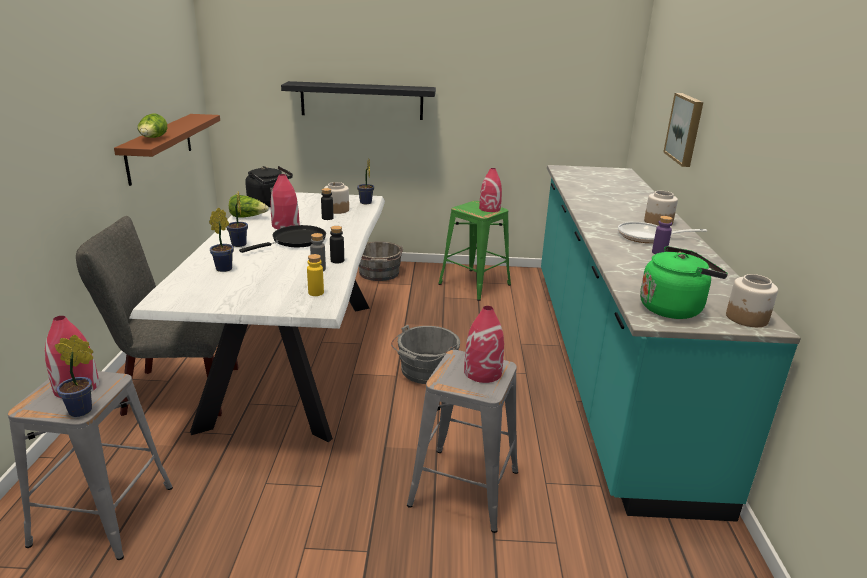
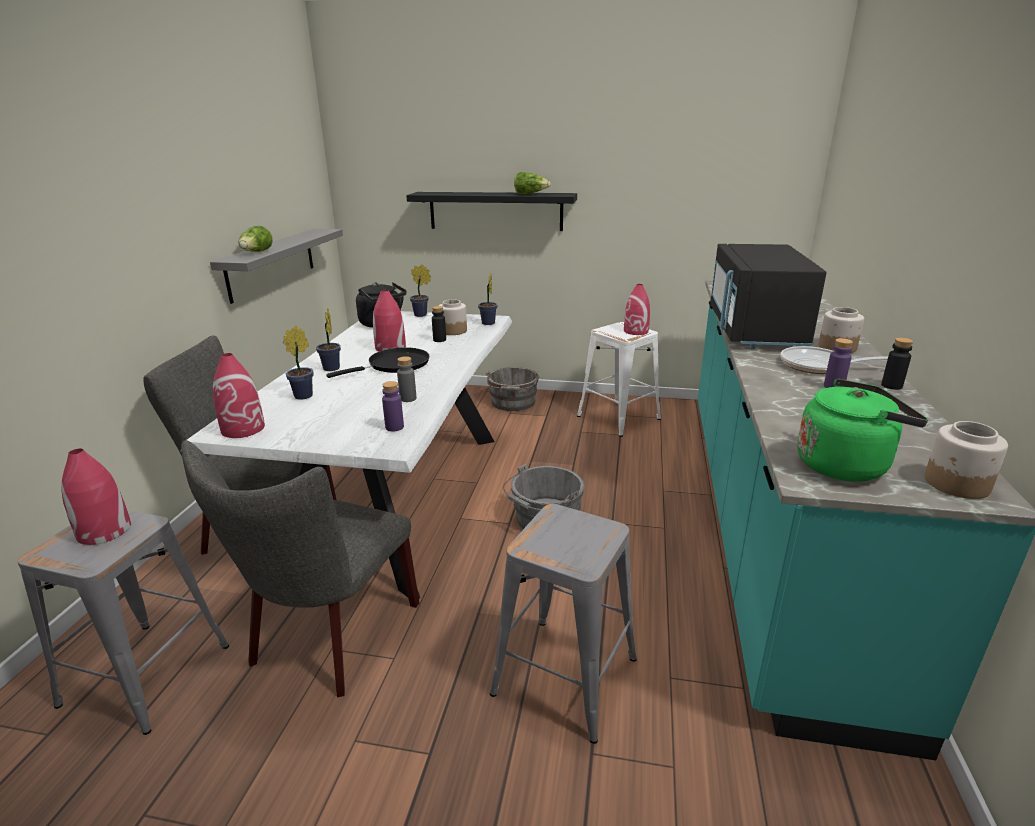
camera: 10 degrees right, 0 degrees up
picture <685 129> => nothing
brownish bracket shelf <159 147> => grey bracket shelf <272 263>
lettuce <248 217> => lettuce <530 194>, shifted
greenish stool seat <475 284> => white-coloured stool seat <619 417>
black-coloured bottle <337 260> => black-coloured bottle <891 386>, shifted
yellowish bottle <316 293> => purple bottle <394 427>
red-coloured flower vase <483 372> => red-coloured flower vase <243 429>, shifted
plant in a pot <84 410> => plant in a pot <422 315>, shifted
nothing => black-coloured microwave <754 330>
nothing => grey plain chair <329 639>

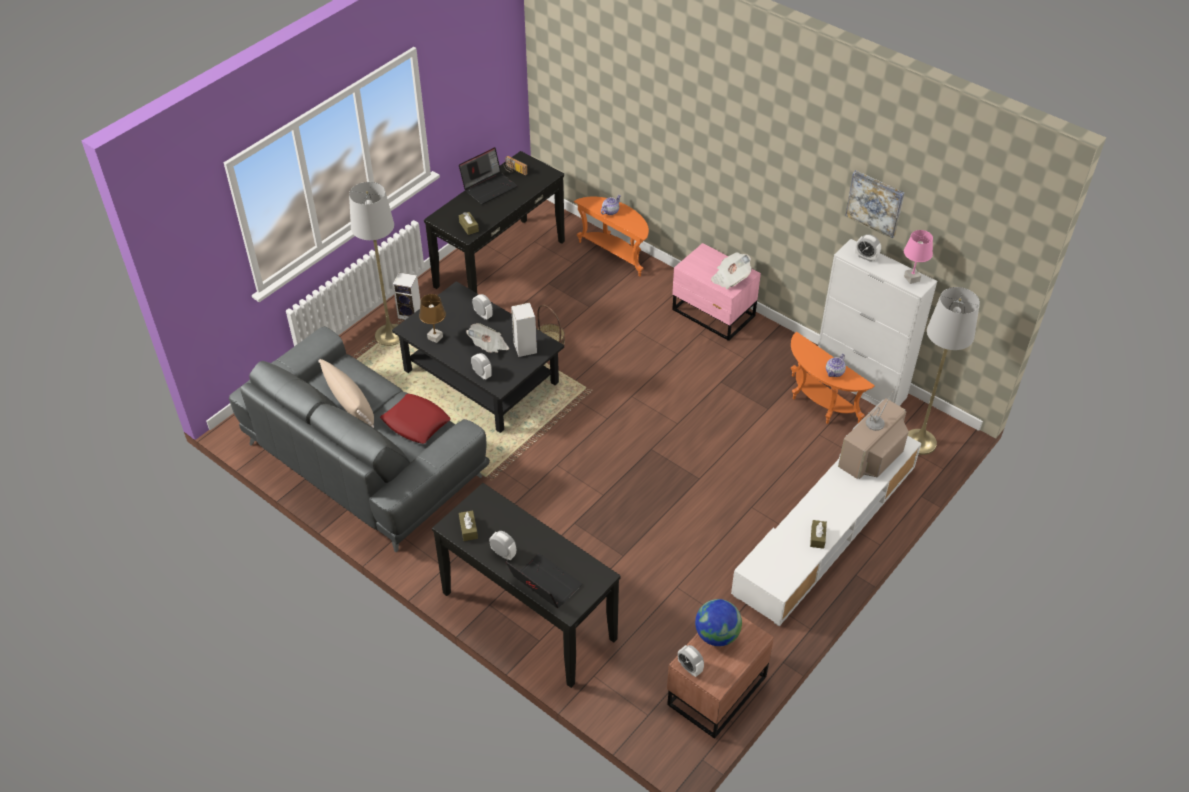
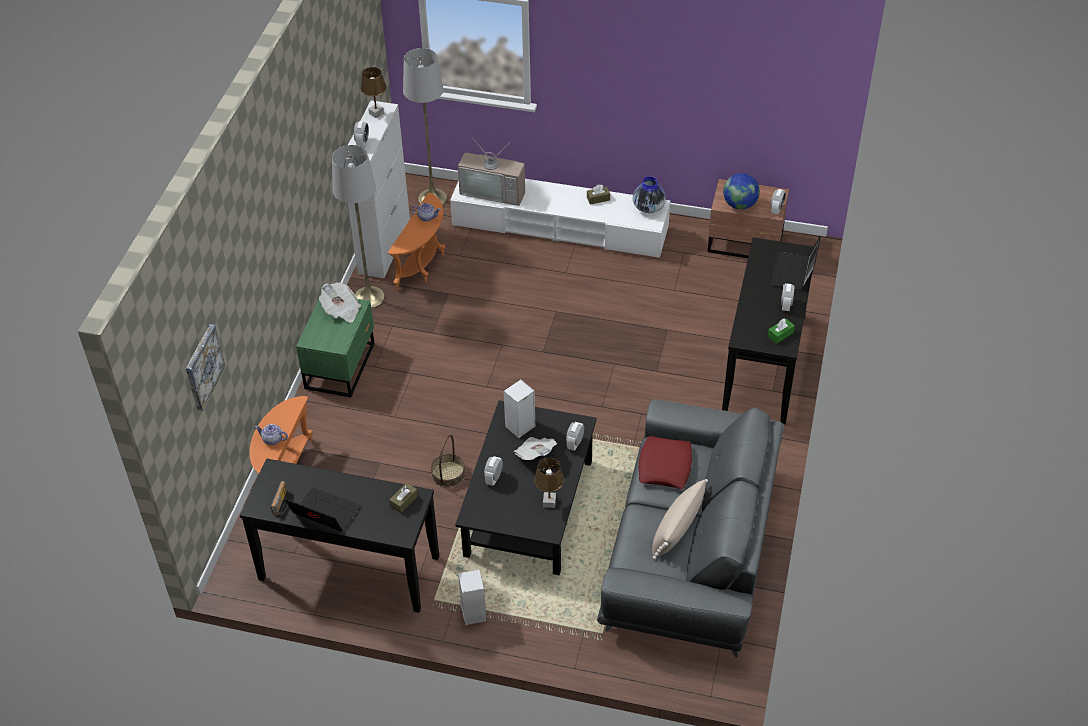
camera: 115 degrees left, 0 degrees up
picture <875 203> => picture <203 366>, shifted
grey floor lamp <390 335> => grey floor lamp <369 297>, shifted
pink-coloured lamp for a table <912 278> => brownish lamp for a table <376 113>
pink-coloured night table <713 314> => greenish night table <342 365>
brownish tissue holder <468 529> => greenish tissue holder <780 334>
nothing => flower vase <648 207>

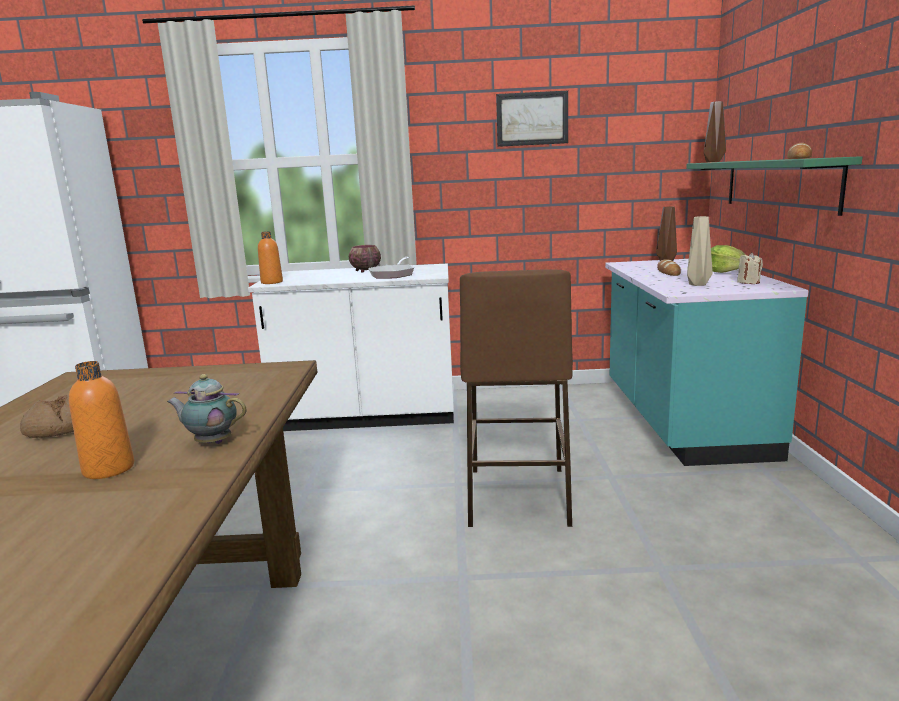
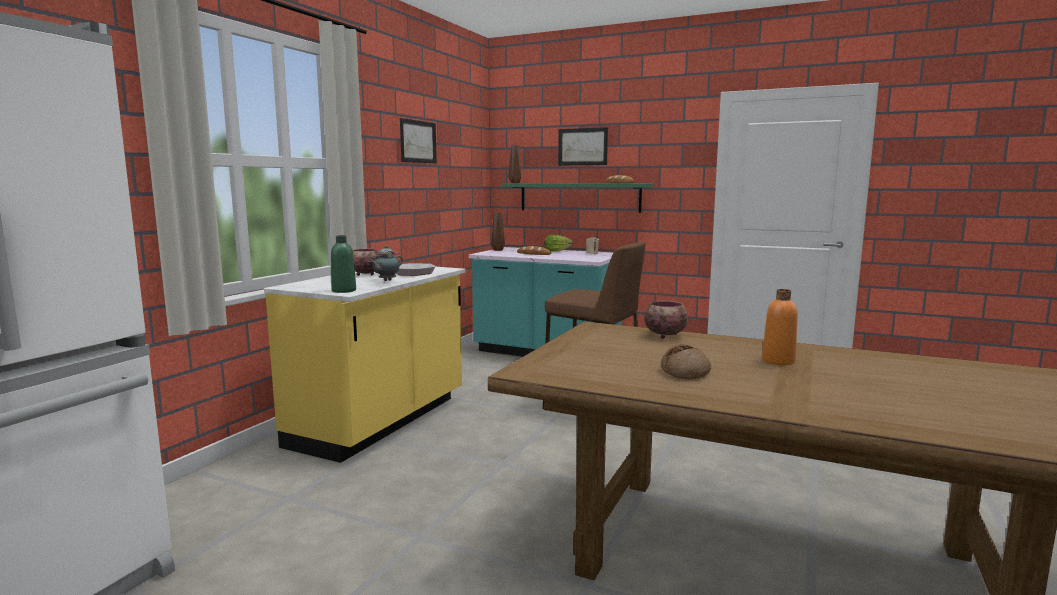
camera: 65 degrees left, 5 degrees down
beige flower vase <698 284> => nothing
orangey bottle <272 282> => greenish bottle <344 291>
white-coloured kitchen counter <367 417> => yellowish kitchen counter <381 422>
pot for tea <211 442> => pot for tea <386 281>, shifted
nothing => picture <582 146>
nothing => bowl <666 335>

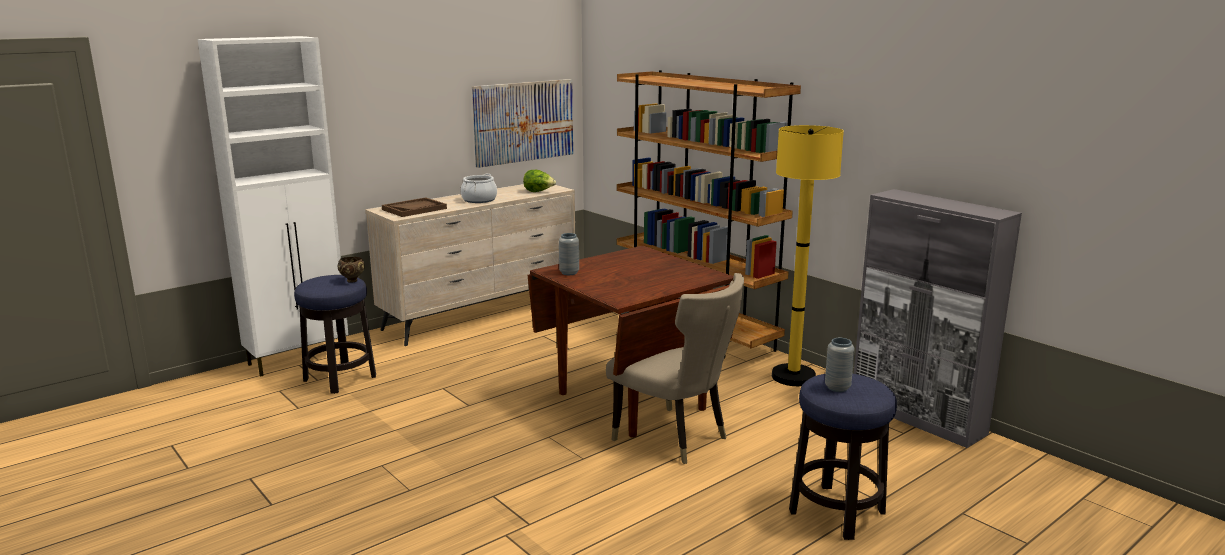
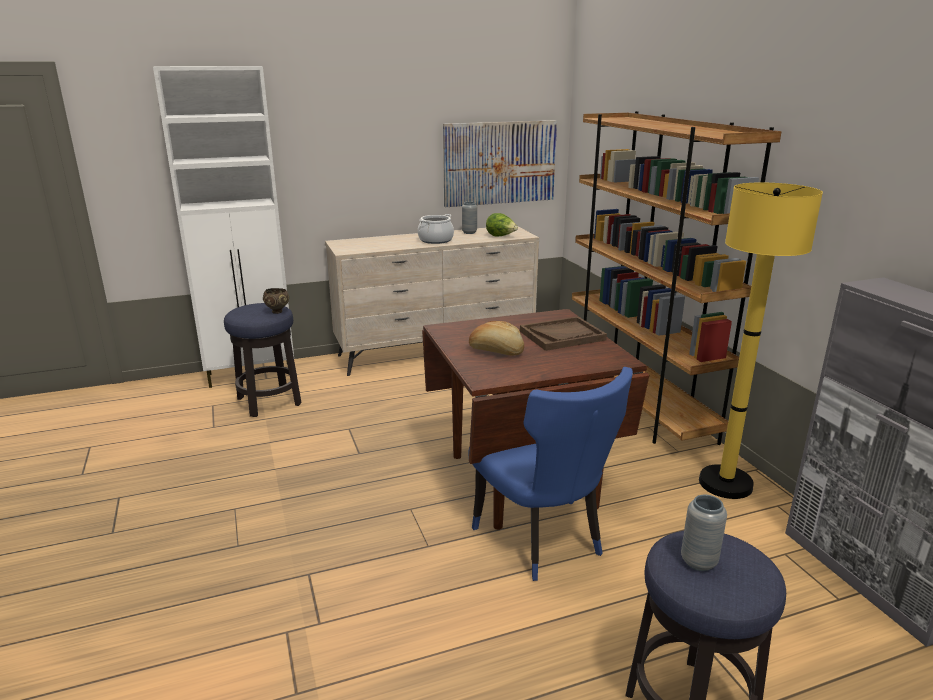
camera: 20 degrees right, 5 degrees up
brownish serving tray <414 209> => brownish serving tray <562 335>, shifted
grey flower vase <569 273> => grey flower vase <469 232>, shifted
beige plain chair <675 438> => bluish plain chair <543 541>
nothing => baked bread <496 351>

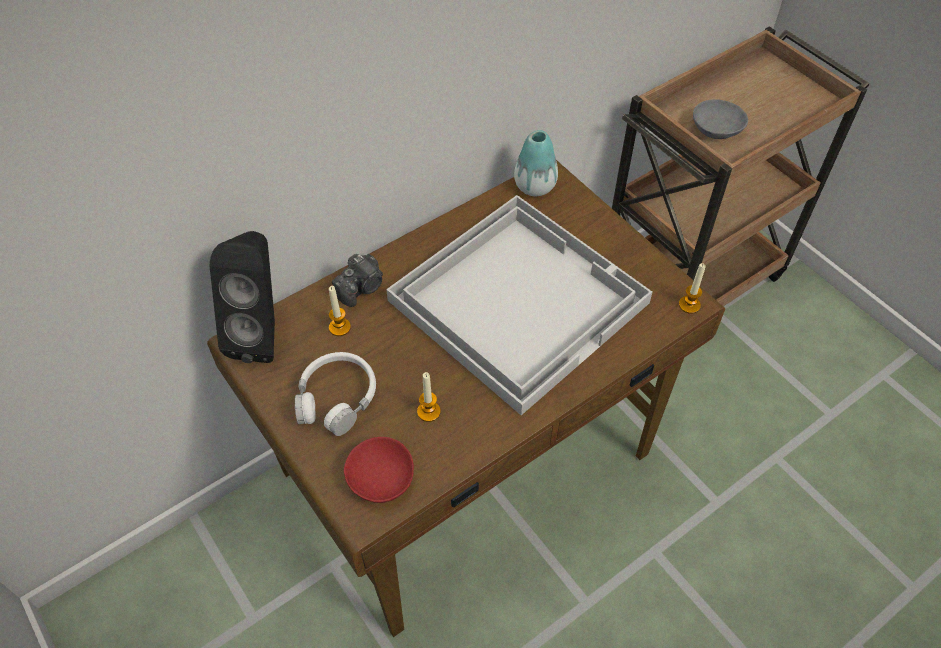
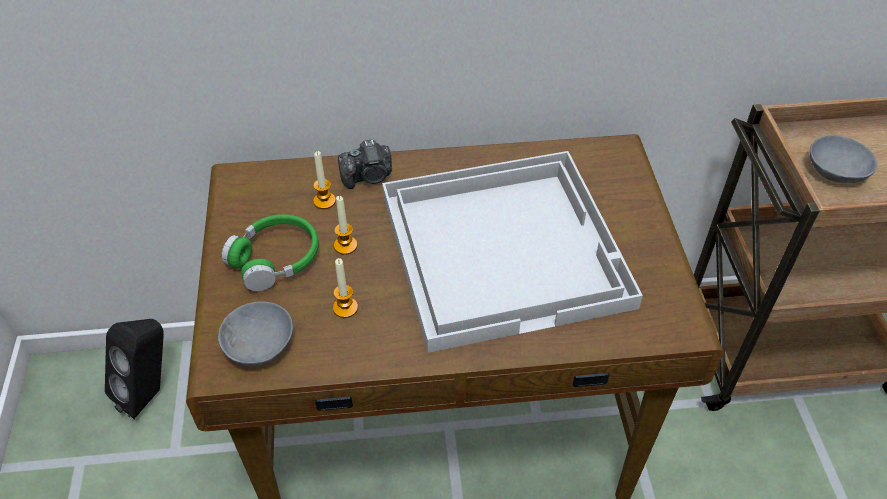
camera: 30 degrees right, 5 degrees down
flower vase <535 186> => nothing
black-coloured speaker <262 334> => black-coloured speaker <150 392>, shifted
wax candle <689 305> => wax candle <345 245>, shifted
white-coloured headset <336 398> => greenish headset <275 259>
red-coloured bowl <383 479> => grey bowl <261 346>

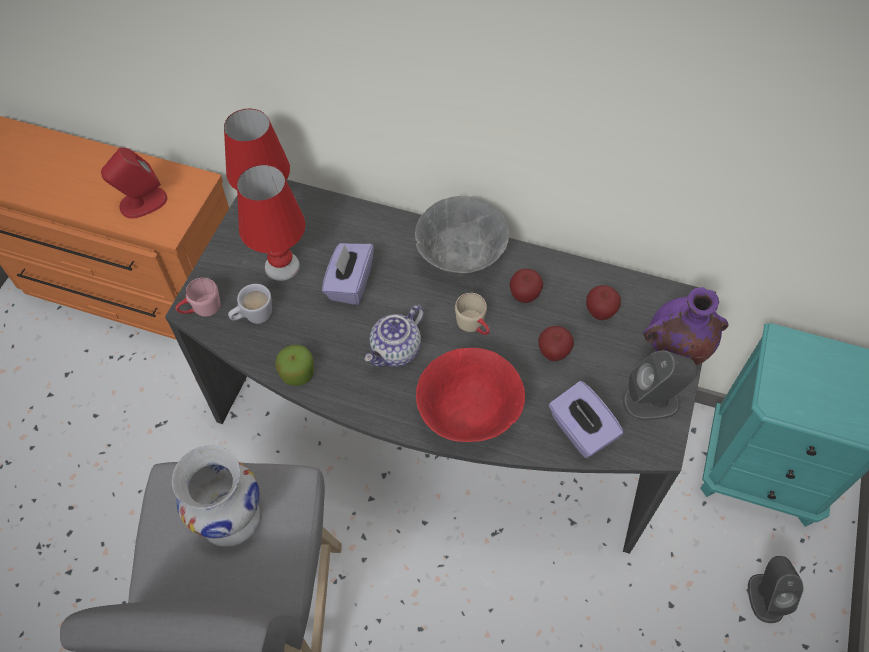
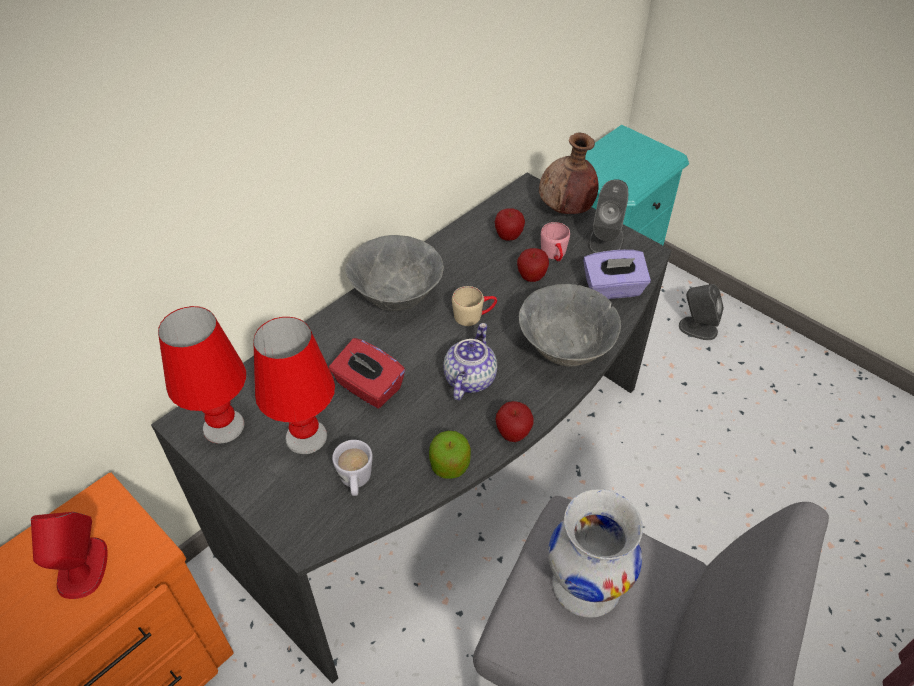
camera: 65 degrees left, 10 degrees down
purple tissue holder <349 284> => red-coloured tissue holder <368 388>
apple <524 296> => apple <513 434>, shifted
pink-coloured coffee mug <201 309> => pink-coloured coffee mug <555 255>, shifted
purple flower vase <676 348> => brownish flower vase <565 211>
pot for tea <396 351> => pot for tea <469 378>, 135 degrees counterclockwise
red-coloured bowl <469 415> => grey bowl <564 351>

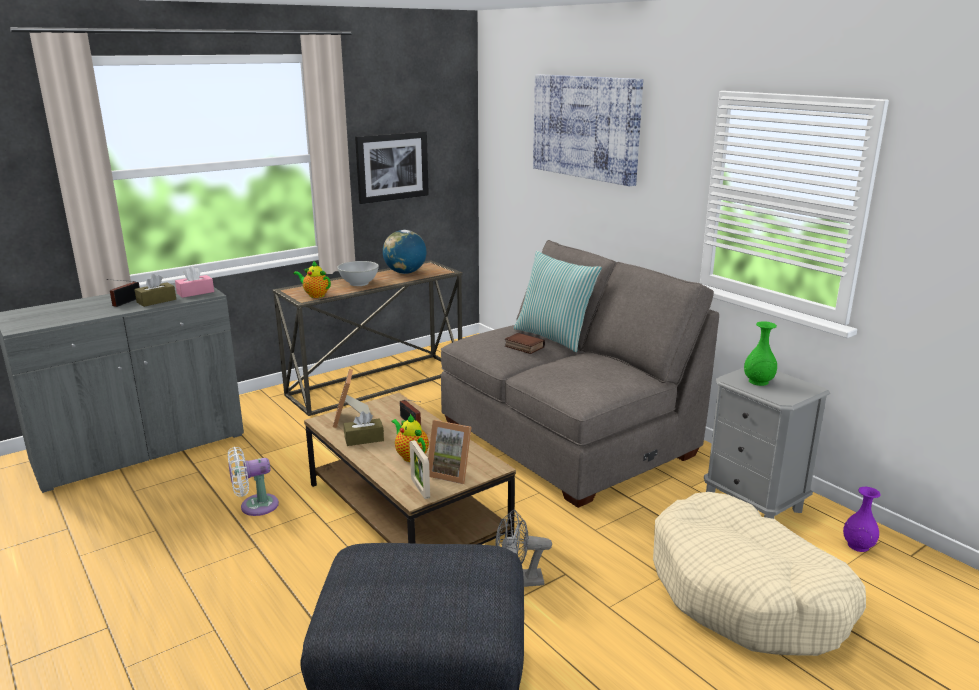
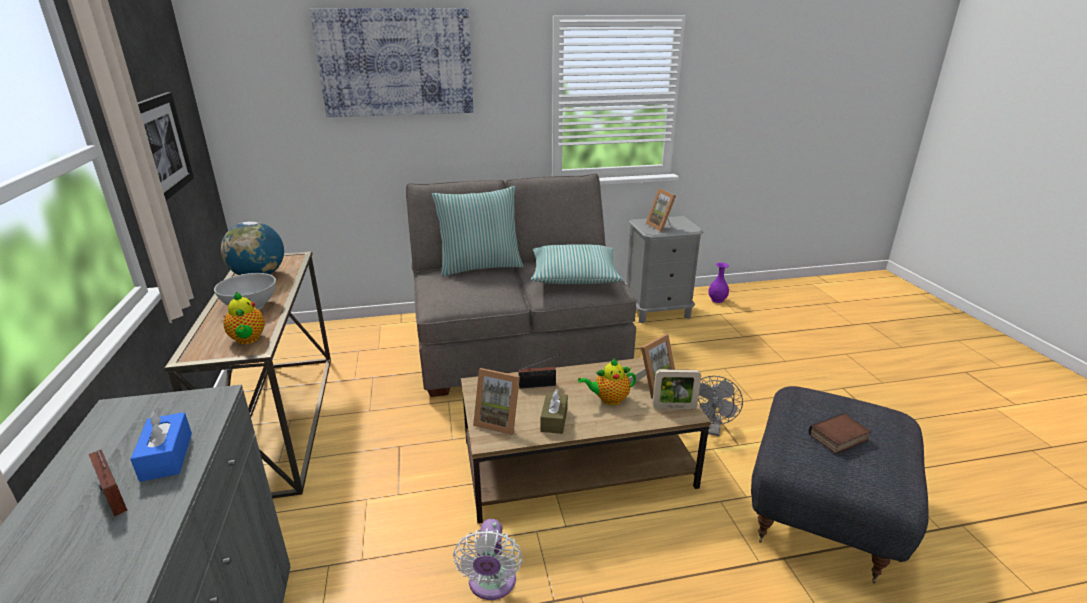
camera: 65 degrees left, 5 degrees up
pot for tea <315 295> => pot for tea <248 340>, 75 degrees counterclockwise
pink-coloured tissue holder <195 292> => nothing
brownish tissue holder <156 301> => bluish tissue holder <167 456>
greenish flower vase <758 382> => picture frame <661 226>
book <523 347> => book <839 438>, shifted
beige dog bed <747 594> => nothing
nothing => cushion <574 276>

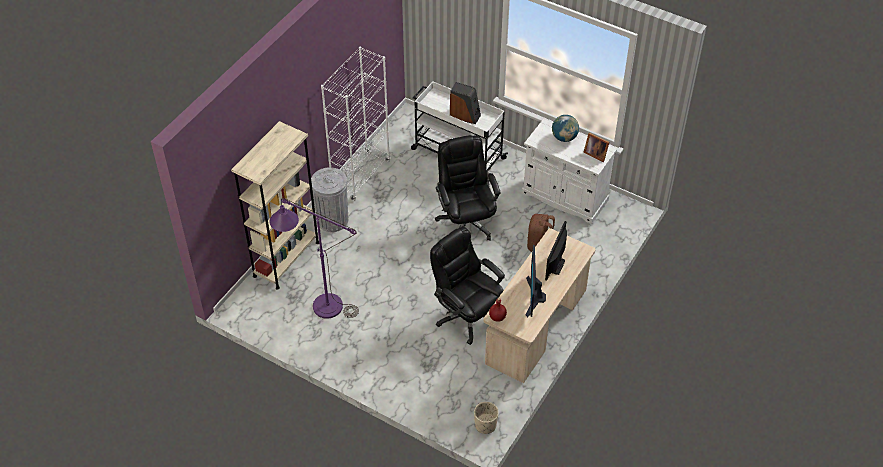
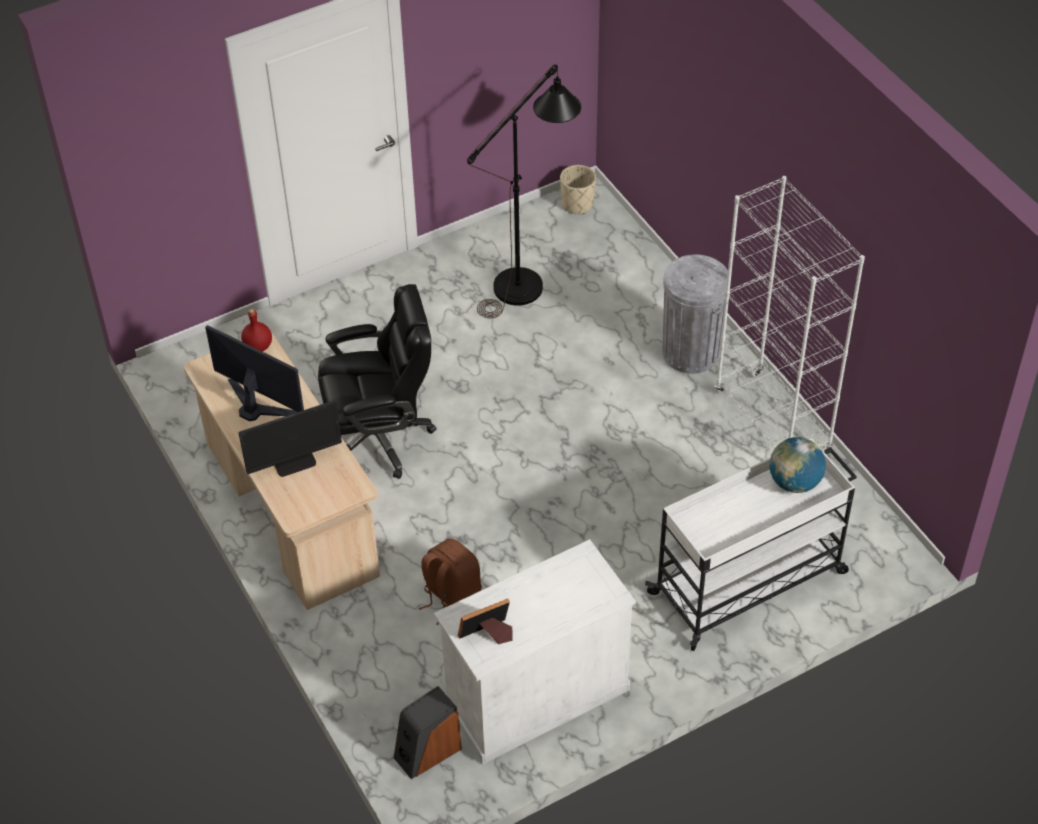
camera: 120 degrees right, 0 degrees up
speaker <465 115> => speaker <427 752>, shifted
globe <564 138> => globe <794 482>, shifted
beige bookcase <286 259> => nothing
black-coloured computer chair <466 222> => nothing
purple floor lamp <319 304> => black-coloured floor lamp <528 280>
computer screen <555 265> => computer screen <294 462>, 105 degrees clockwise
beige planter <485 425> => beige planter <577 204>, shifted

